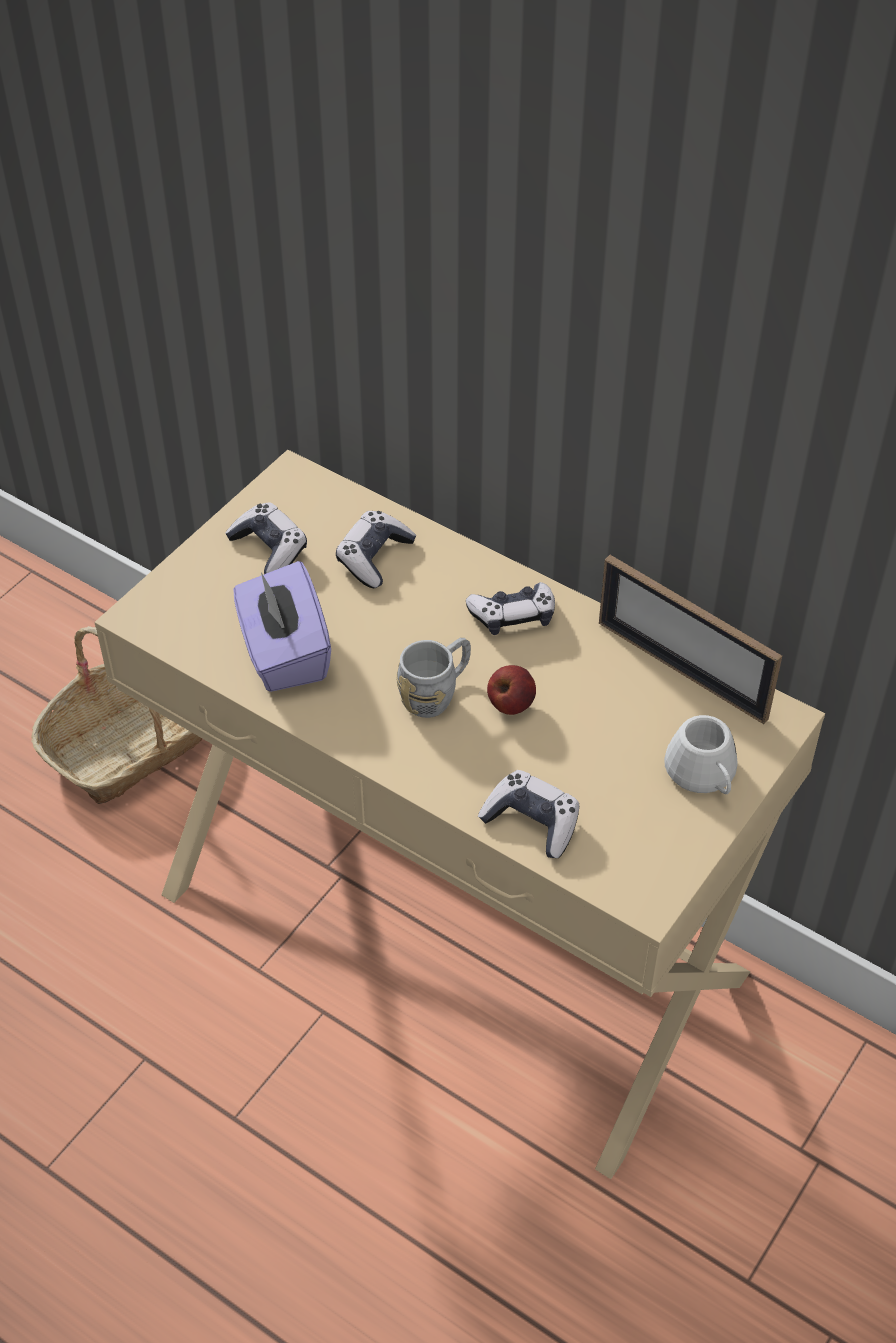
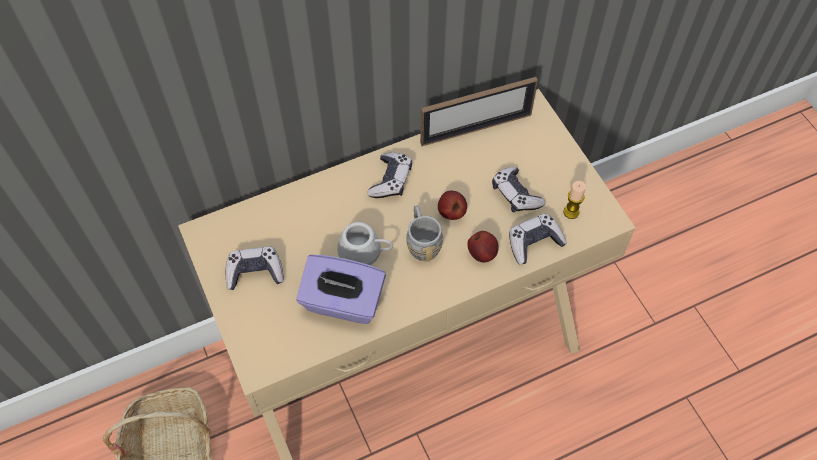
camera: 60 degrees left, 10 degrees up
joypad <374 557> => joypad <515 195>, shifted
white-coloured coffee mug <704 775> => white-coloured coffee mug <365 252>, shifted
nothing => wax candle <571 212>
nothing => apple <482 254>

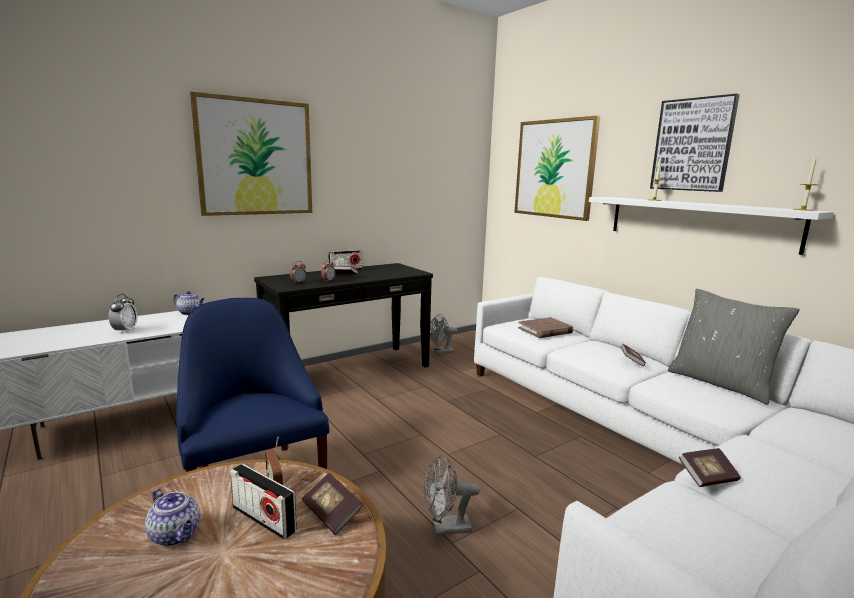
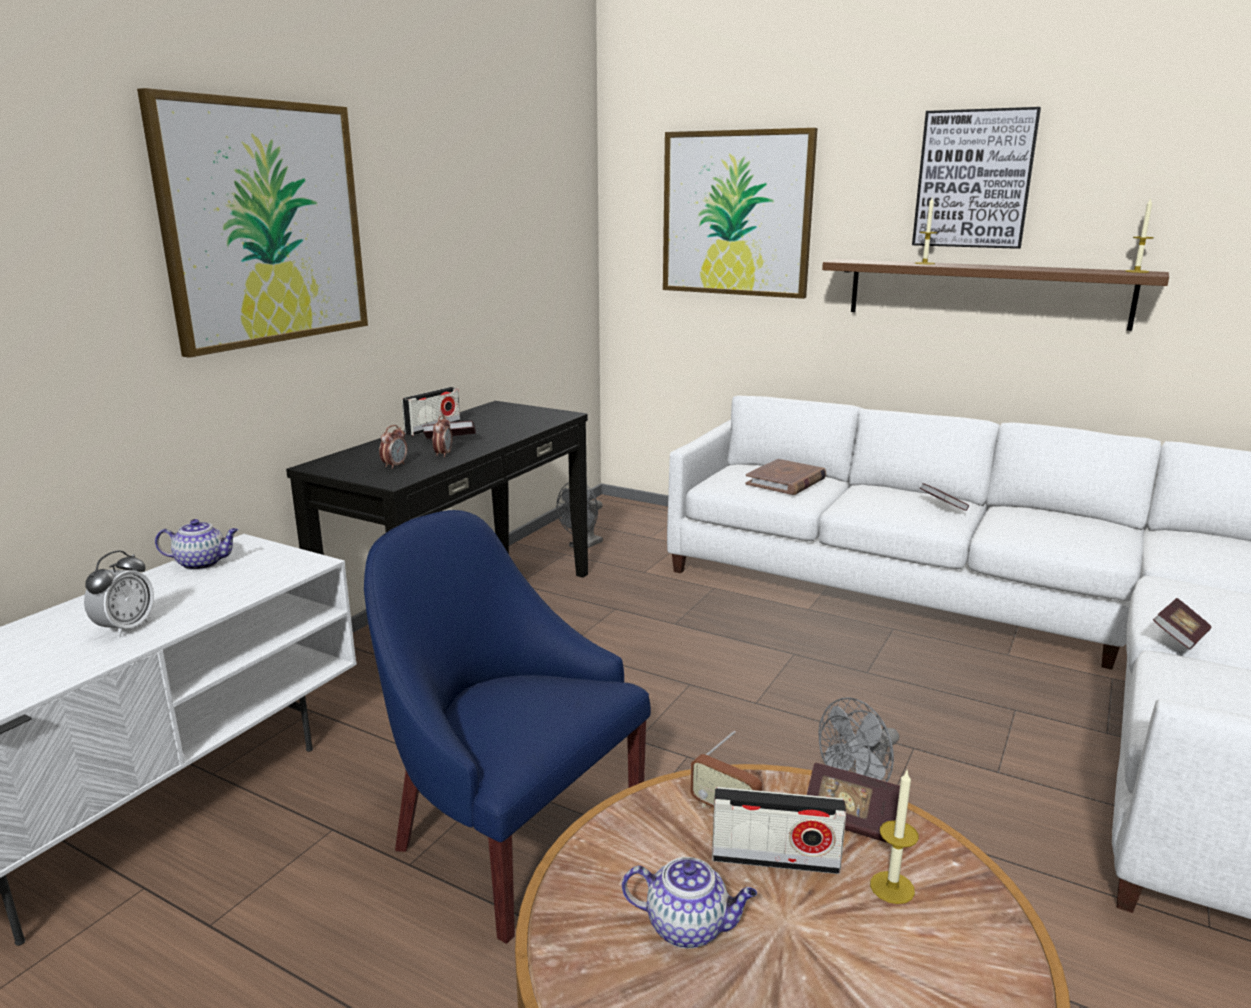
camera: 25 degrees left, 5 degrees up
white-coloured bracket shelf <697 222> => brownish bracket shelf <985 292>
grey cushion <720 383> => nothing
alarm clock <125 331> => alarm clock <126 628>, 45 degrees clockwise
nothing => wax candle <892 887>

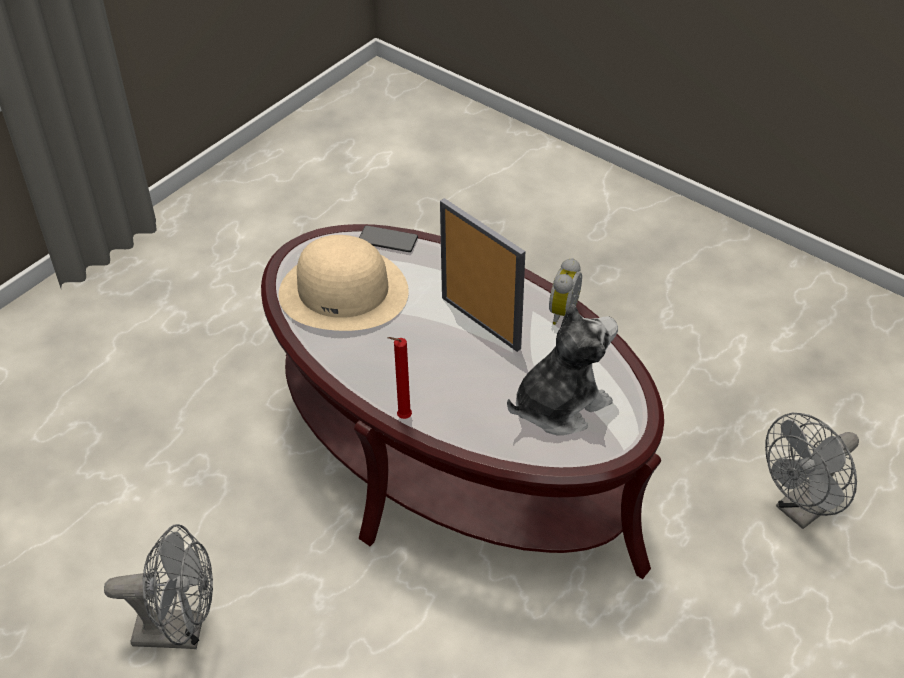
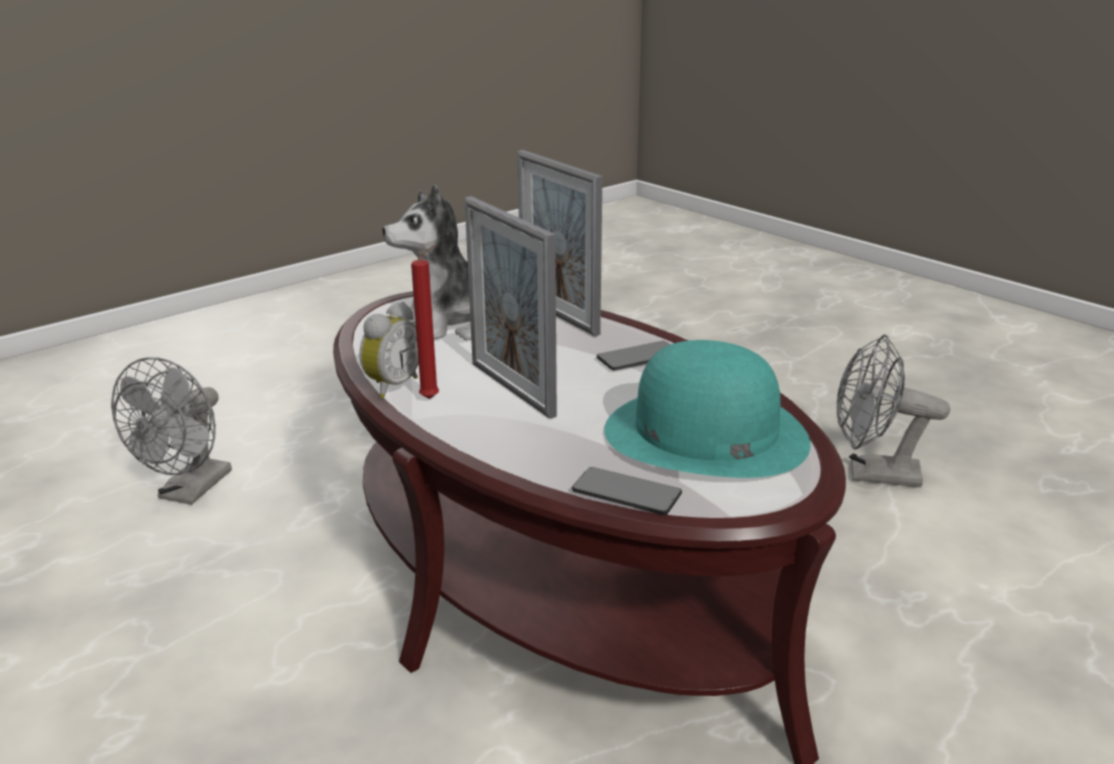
camera: 170 degrees left, 20 degrees down
beige clothing hat <344 291> => turquoise clothing hat <704 434>
red-coloured wax candle <402 418> => red-coloured wax candle <433 398>, shifted
grey cooling fan <802 510> => grey cooling fan <189 492>, 135 degrees clockwise
nothing => picture frame <558 315>
nothing => telephone <639 357>

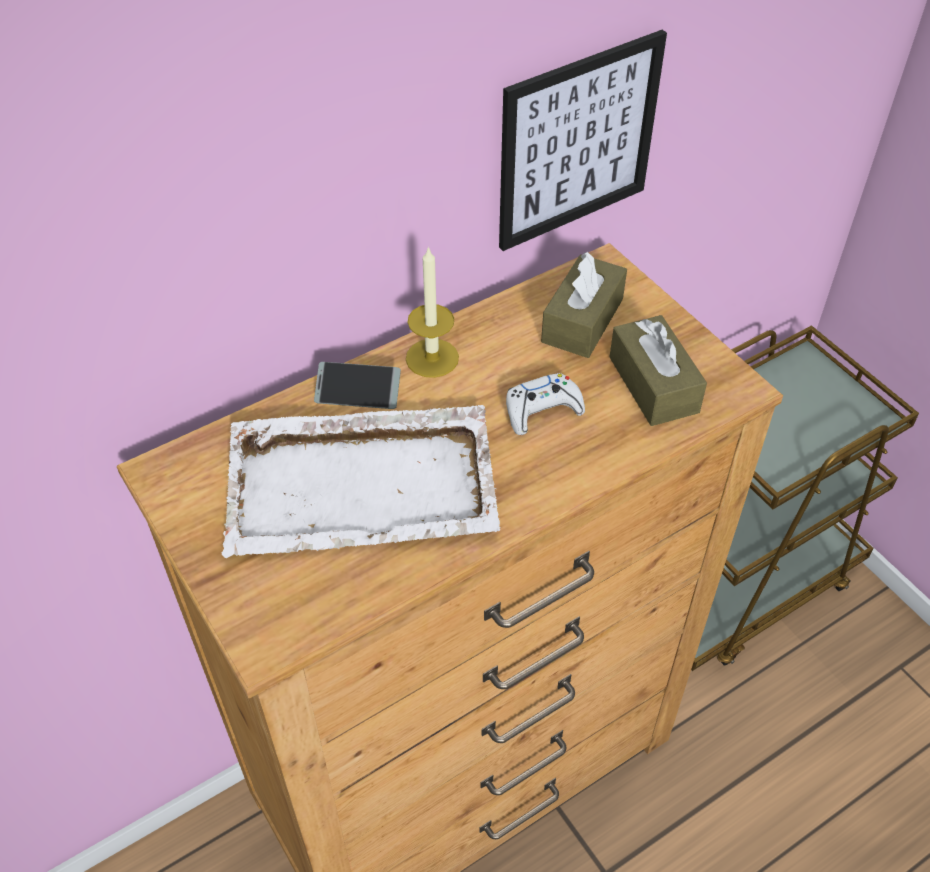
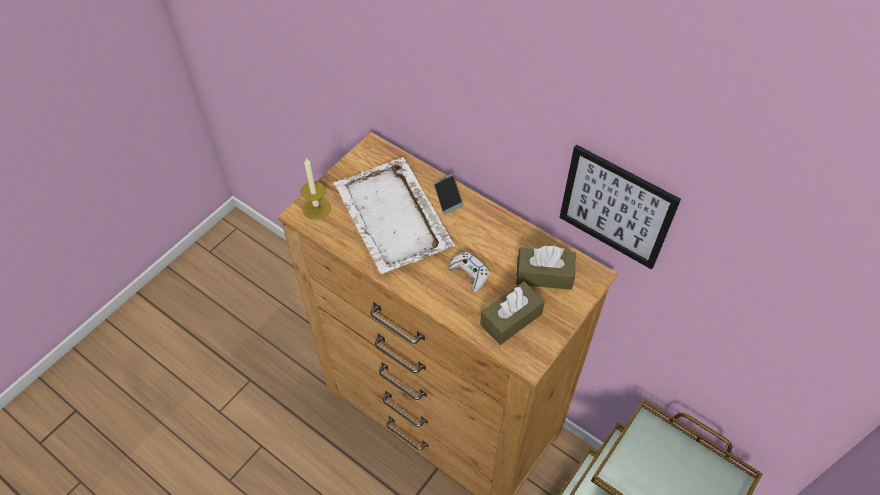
camera: 70 degrees right, 5 degrees up
wax candle <432 358> => wax candle <316 208>, shifted

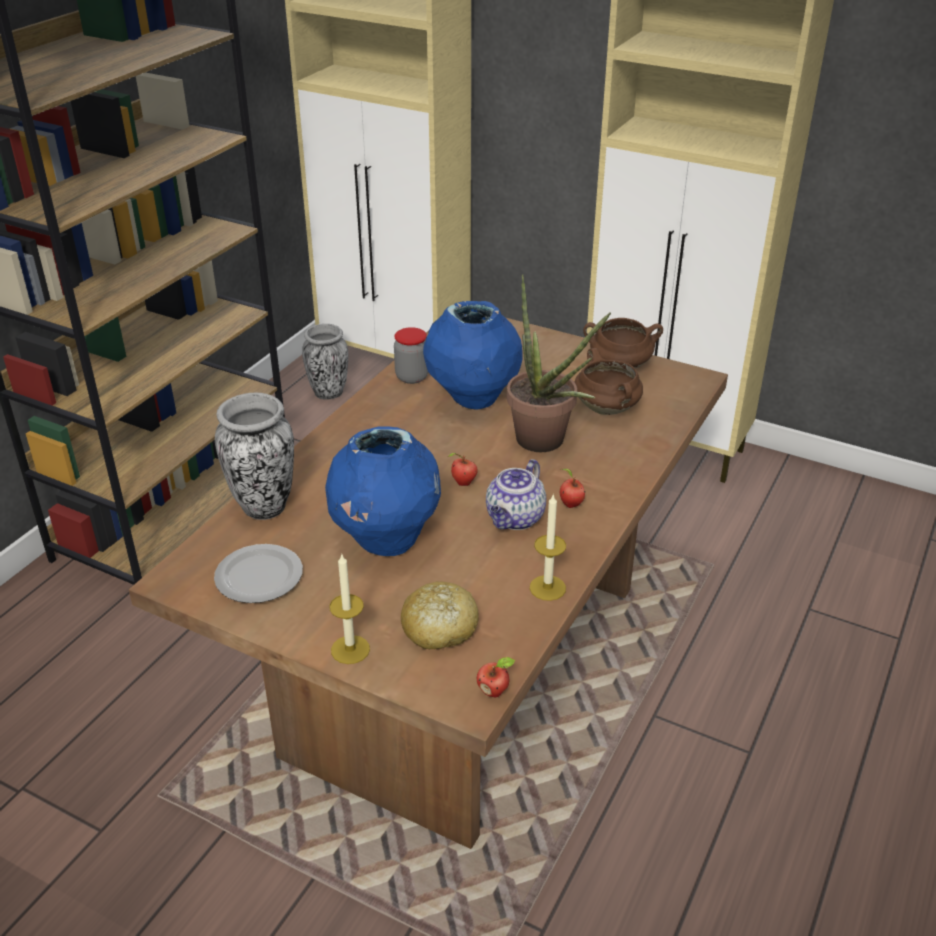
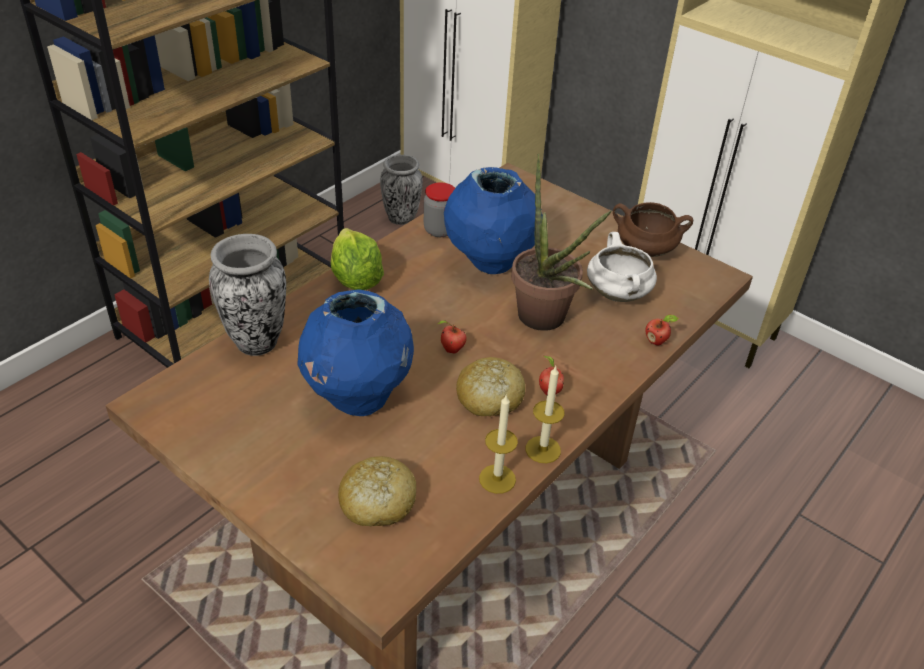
camera: 10 degrees right, 5 degrees up
brownish stockpot <608 409> => white-coloured stockpot <619 295>
pot for tea <515 519> => baked bread <489 397>
flat dish <259 575> => nothing
wax candle <350 649> => wax candle <543 449>, shifted
apple <494 691> => apple <657 341>, shifted
nothing => lettuce <355 280>

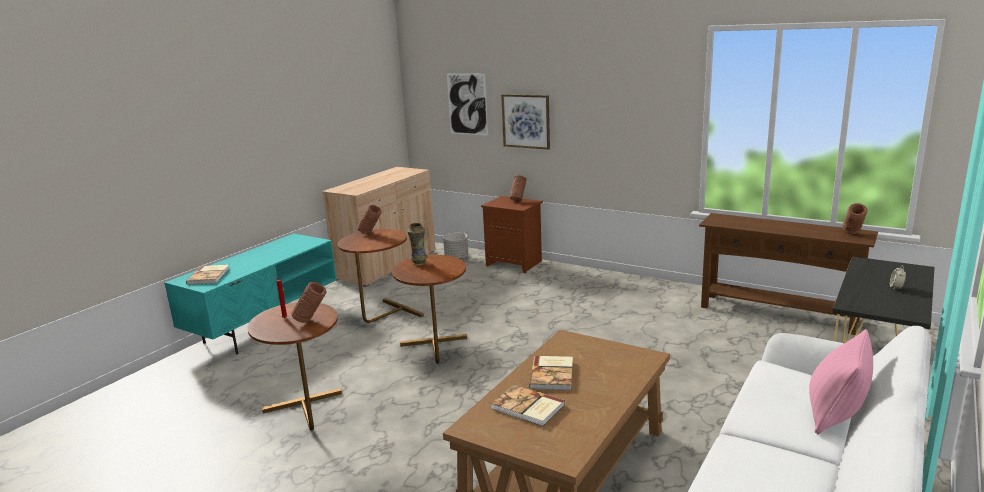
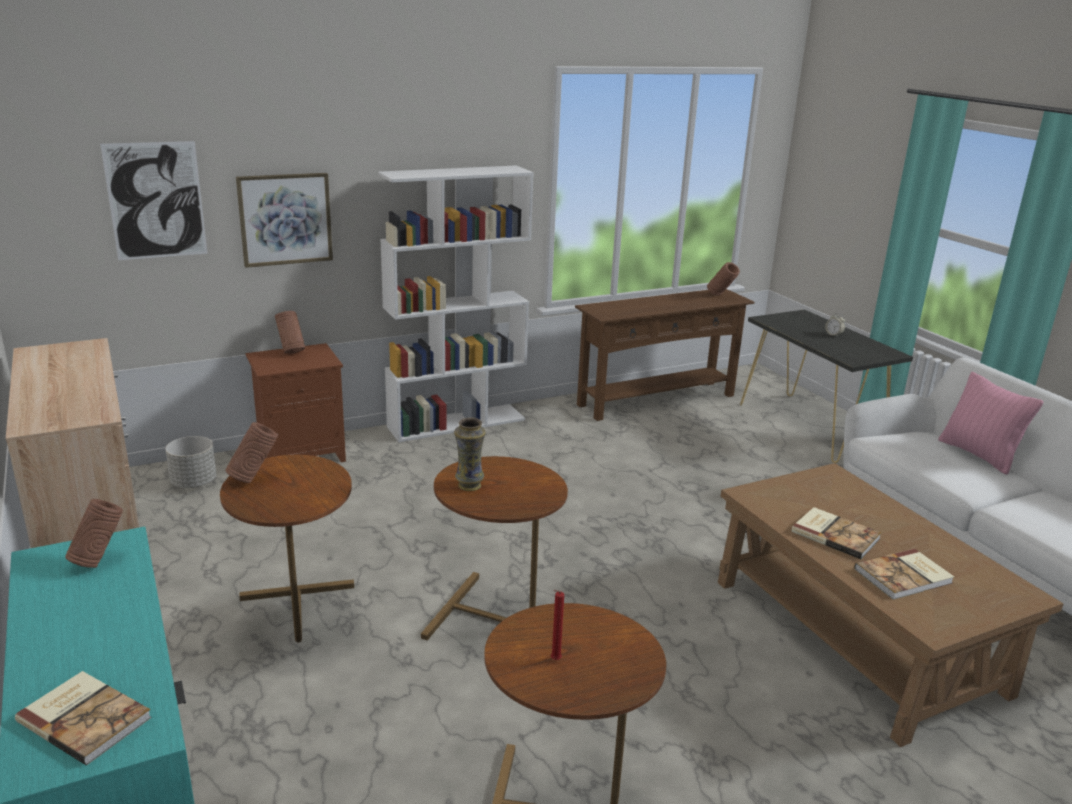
camera: 60 degrees left, 5 degrees up
brownish flower vase <311 321> => brownish flower vase <99 561>, shifted
nothing => white-coloured bookcase <457 423>

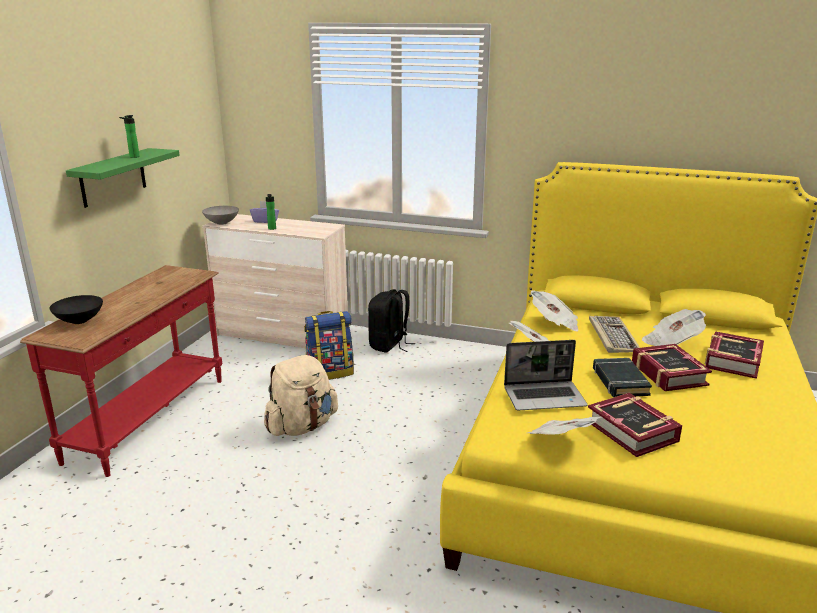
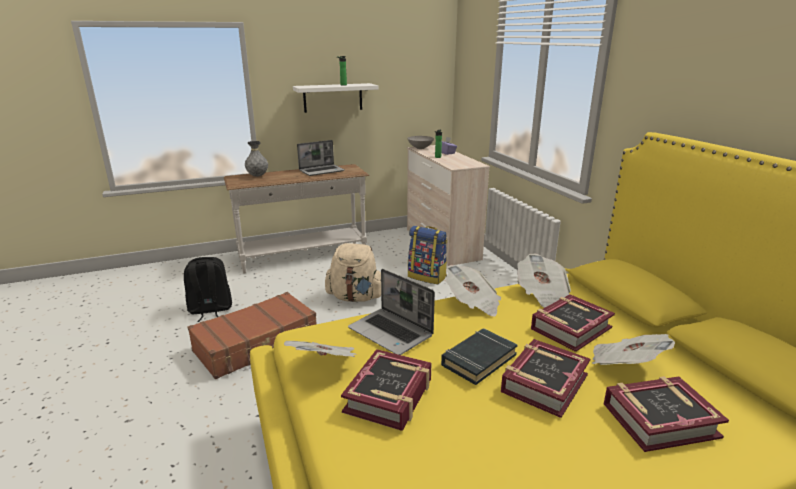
camera: 50 degrees right, 0 degrees up
greenish bracket shelf <113 177> => white-coloured bracket shelf <333 97>
red-coloured hall table <150 419> => white-coloured hall table <303 257>
black-coloured backpack <389 345> => black-coloured backpack <210 310>, shifted
black-coloured bowl <78 321> => grey flower vase <257 176>
keyboard <612 336> => book <570 328>
nothing => portable computer <322 171>
nothing => brownish travel case <257 344>

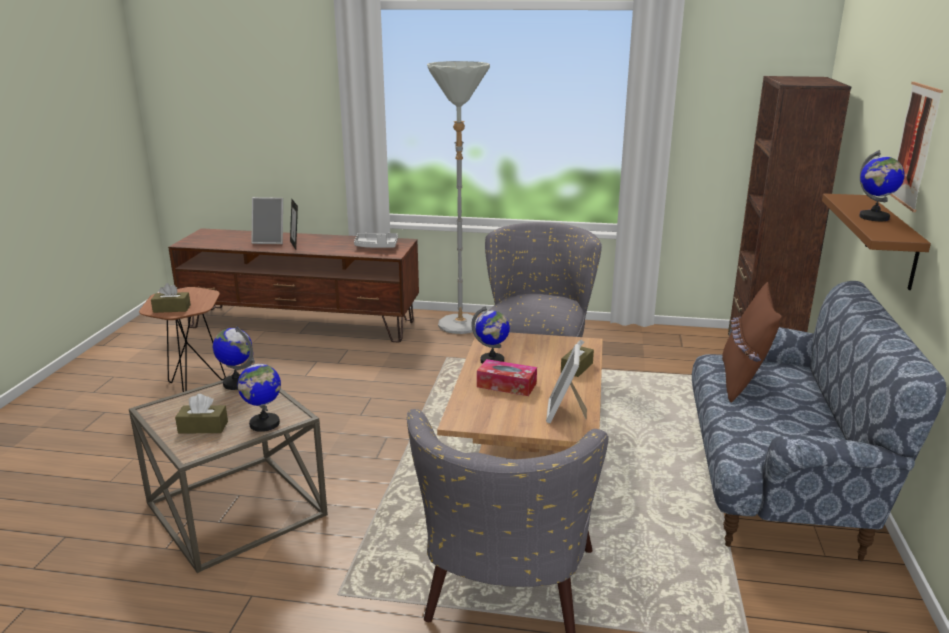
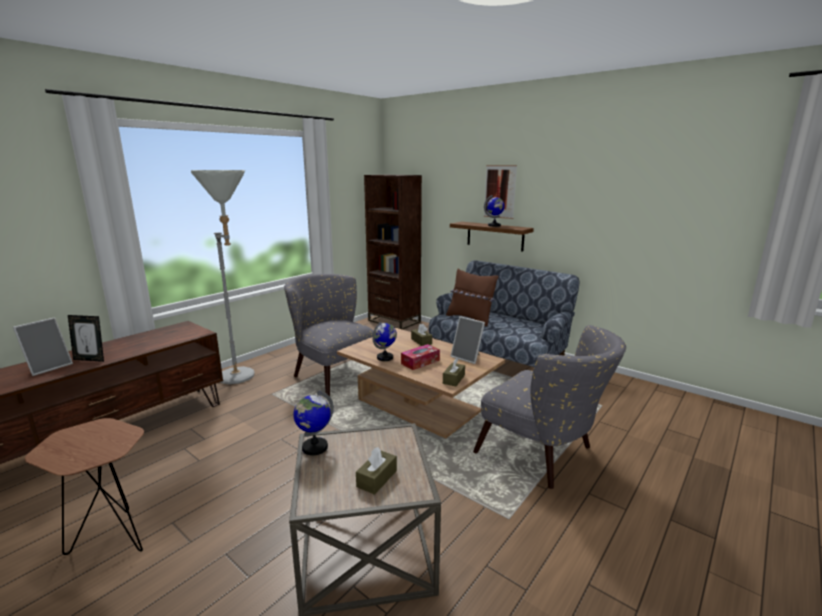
camera: 60 degrees left, 5 degrees down
grey serving tray <376 246> => nothing
brownish tissue holder <172 309> => brownish tissue holder <453 379>, shifted
globe <264 424> => nothing

